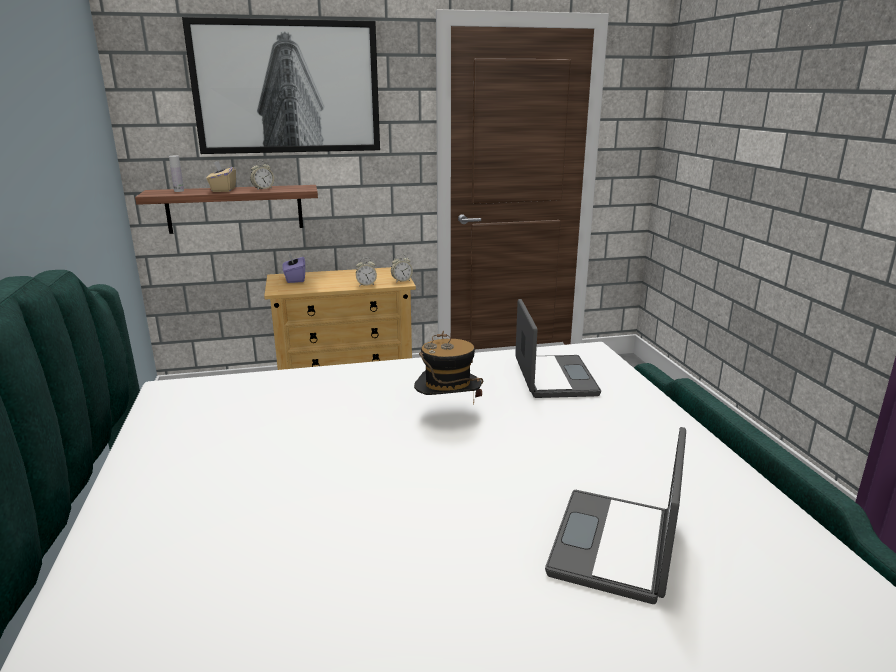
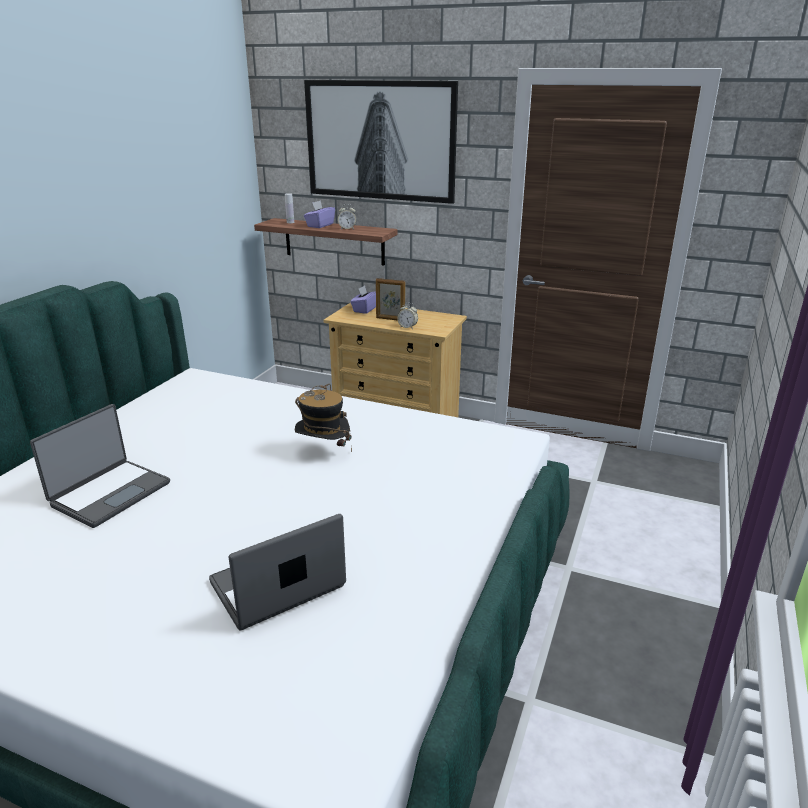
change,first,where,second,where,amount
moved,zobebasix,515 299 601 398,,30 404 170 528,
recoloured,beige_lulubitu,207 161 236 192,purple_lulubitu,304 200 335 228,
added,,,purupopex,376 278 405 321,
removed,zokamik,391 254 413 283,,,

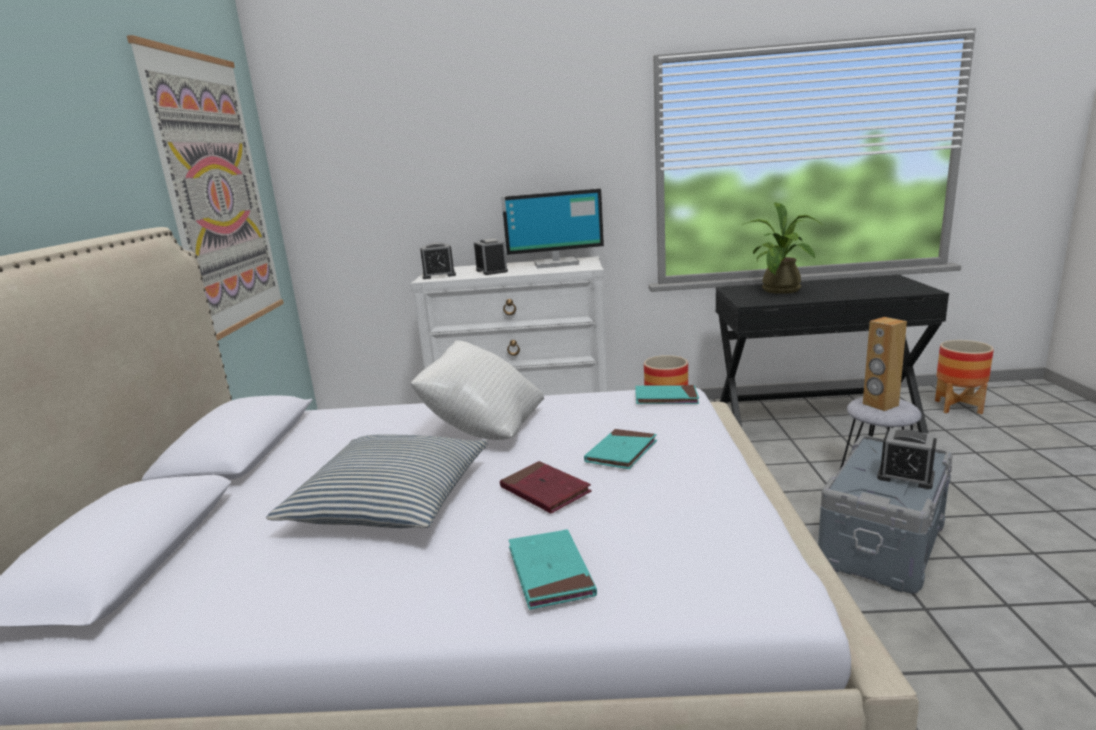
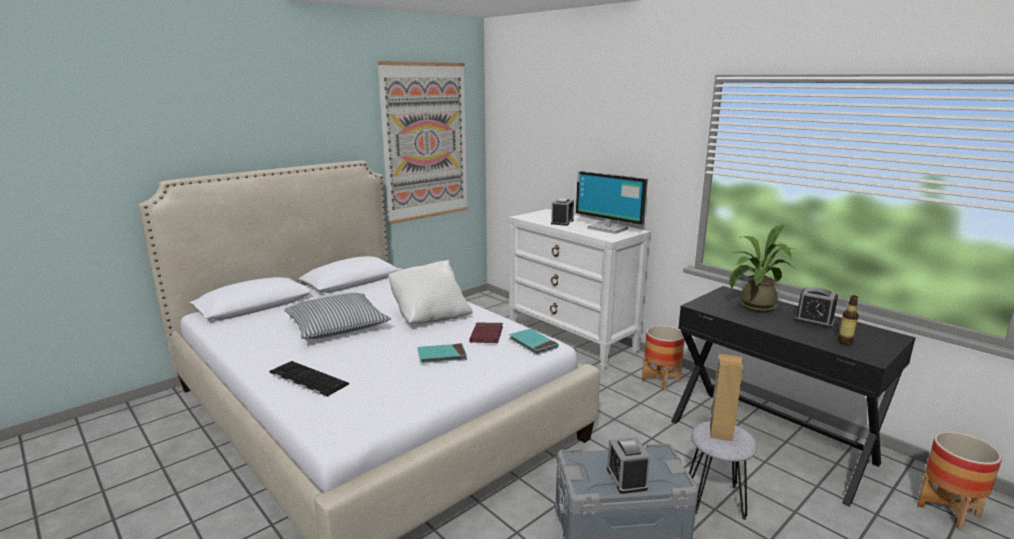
change,first,where,second,where,amount
replaced,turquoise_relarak,509 529 597 610,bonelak,269 361 349 397,
moved,red_relarak,500 461 592 513,,469 323 503 343,
moved,zokamik,420 242 456 279,,794 287 838 329,
added,,,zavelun,838 295 859 345,

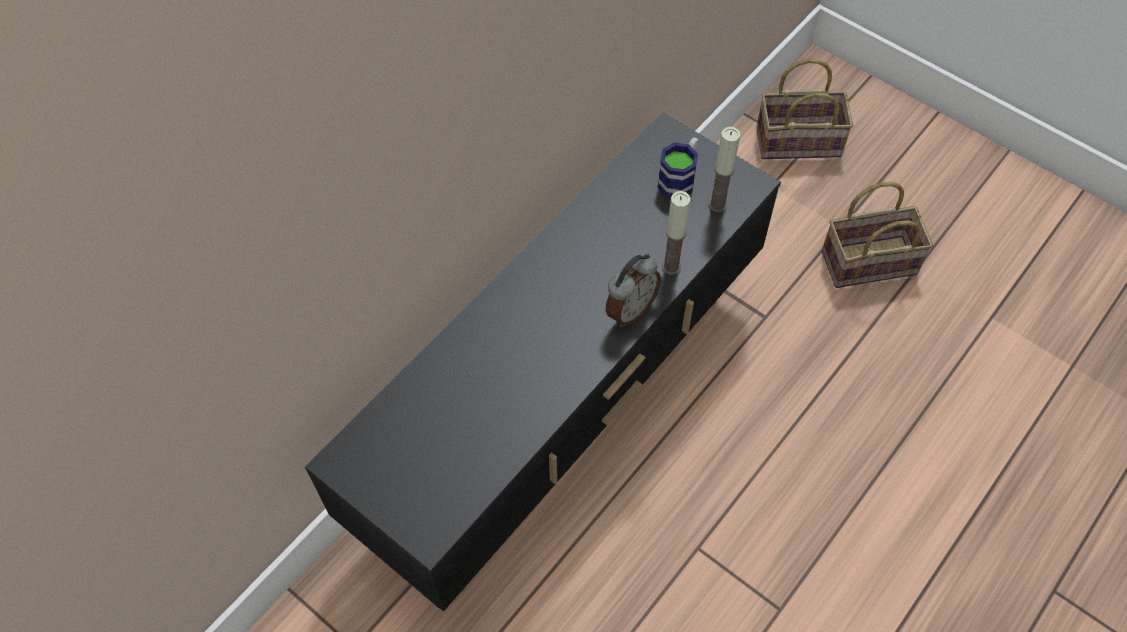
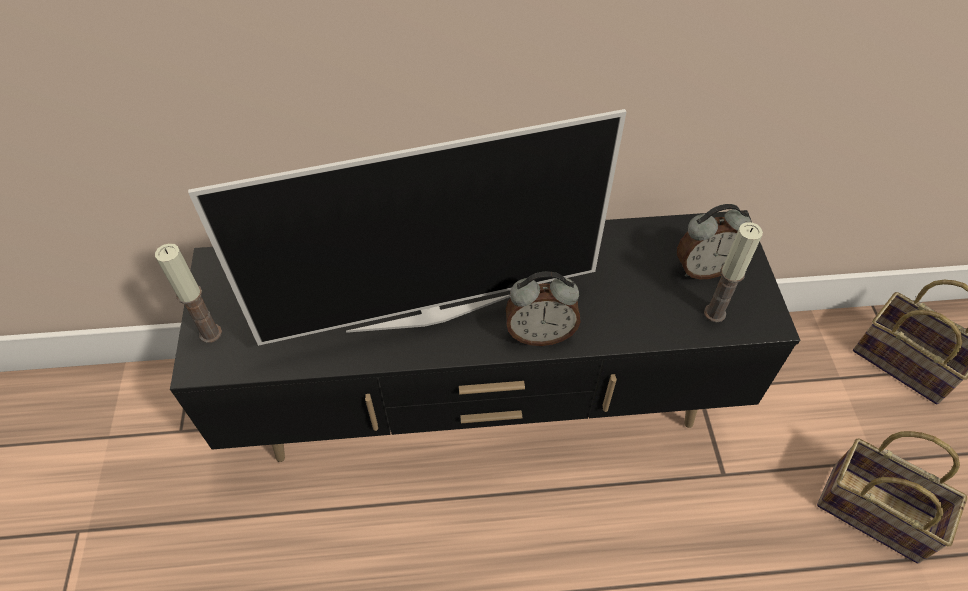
change,first,where,second,where,amount
moved,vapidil,662 191 691 275,,155 243 222 343,
added,,,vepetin,188 109 627 346,
replaced,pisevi,657 137 699 198,zokamik,677 204 751 279,

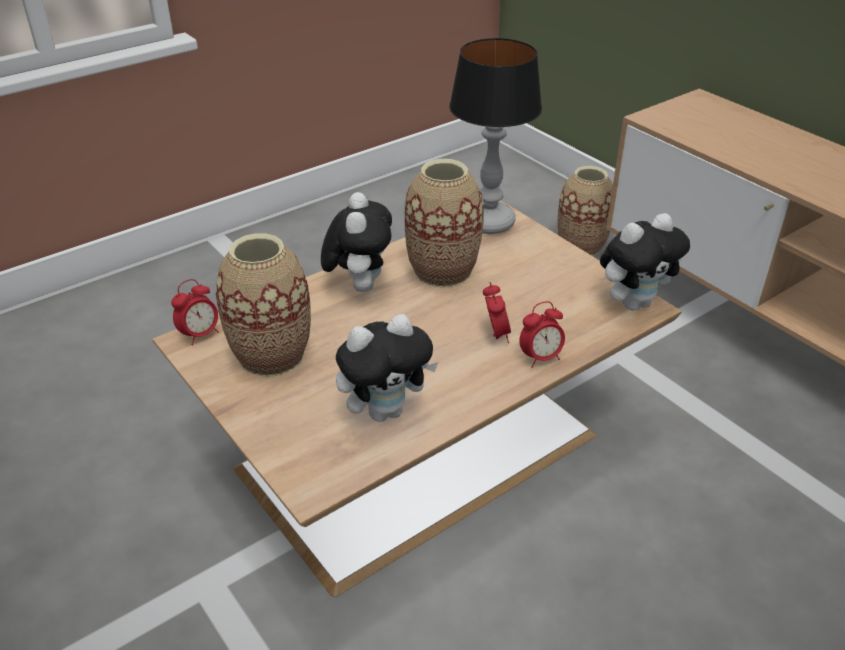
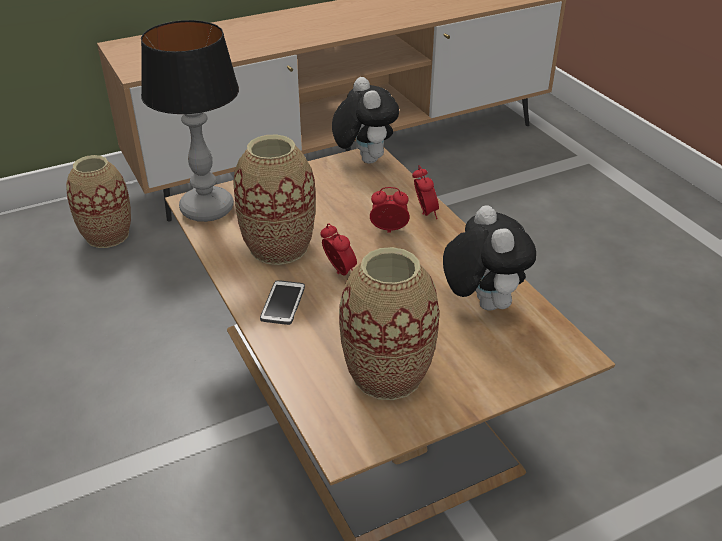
change,first,where,second,where,amount
replaced,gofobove,321 192 392 292,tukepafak,260 280 305 325,
moved,zokamik,171 279 219 345,,320 223 357 275,

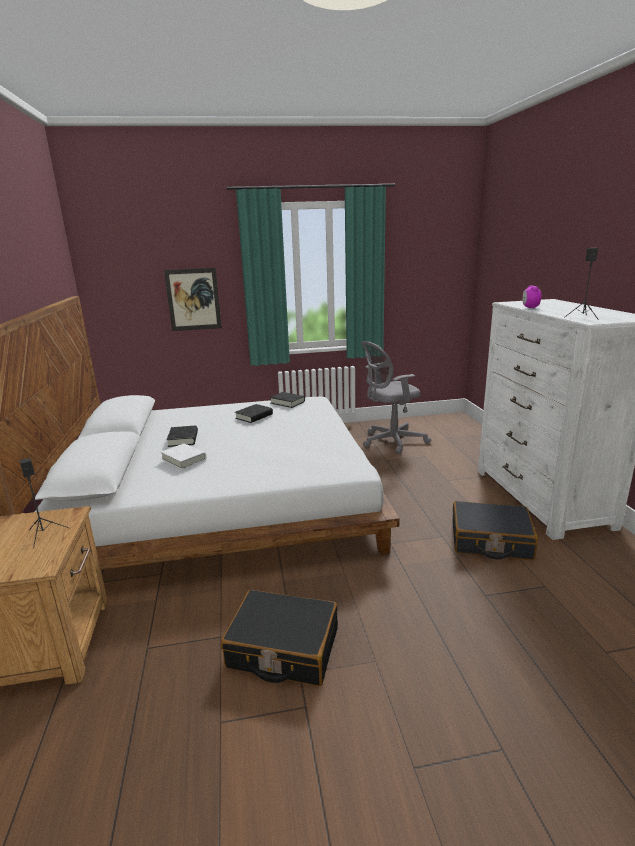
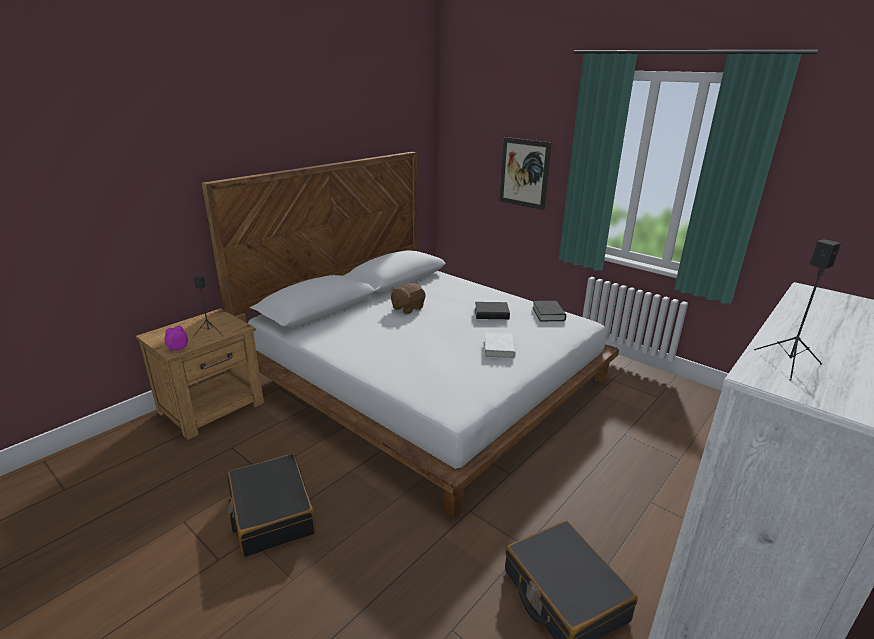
change,first,where,second,where,amount
moved,zokamik,522 285 541 309,,164 326 188 351,
replaced,black_relarak,167 426 198 447,brown_gofobove,391 283 425 314,
moved,white_relarak,161 443 206 470,,484 332 516 359,
removed,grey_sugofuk,361 341 431 454,,,

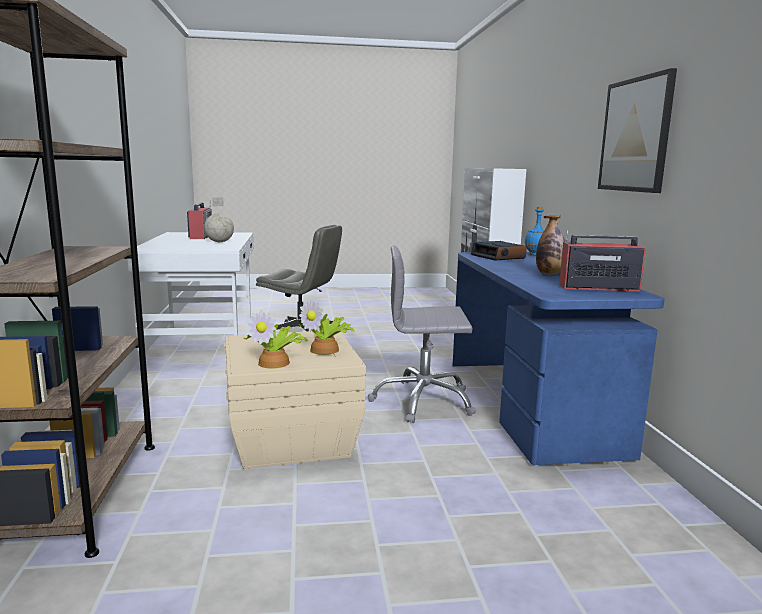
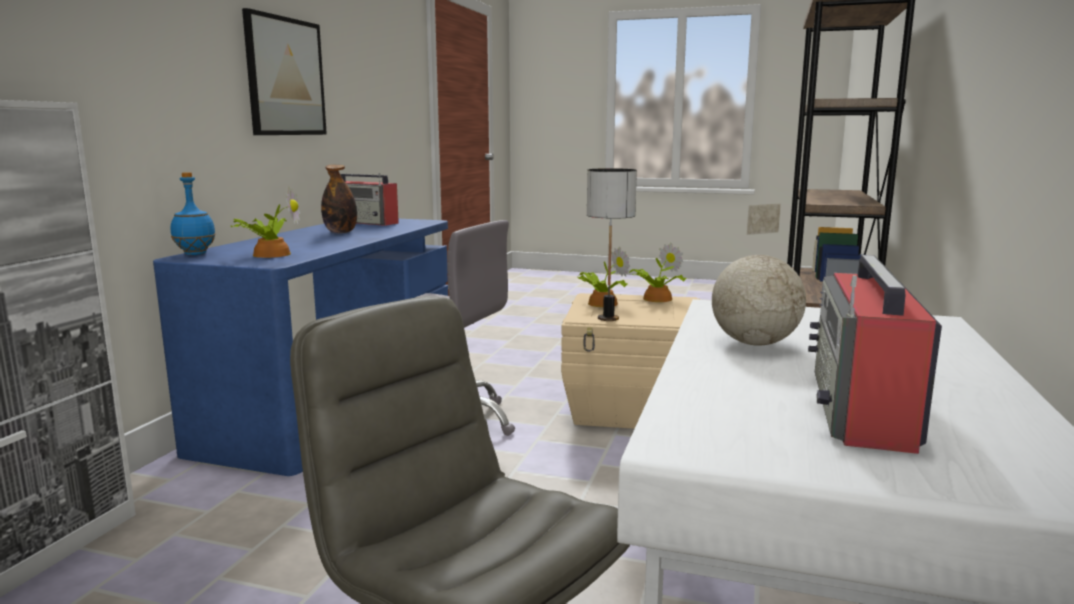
change,first,where,second,where,amount
replaced,zokamik,471 241 527 261,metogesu,230 187 300 258,
added,,,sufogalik,587 168 637 321,

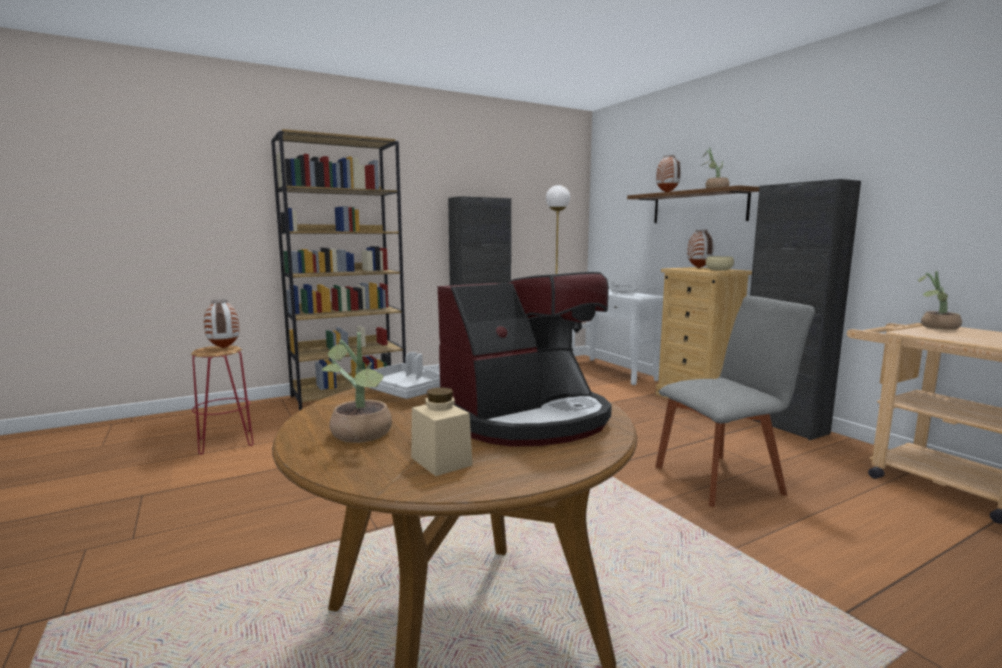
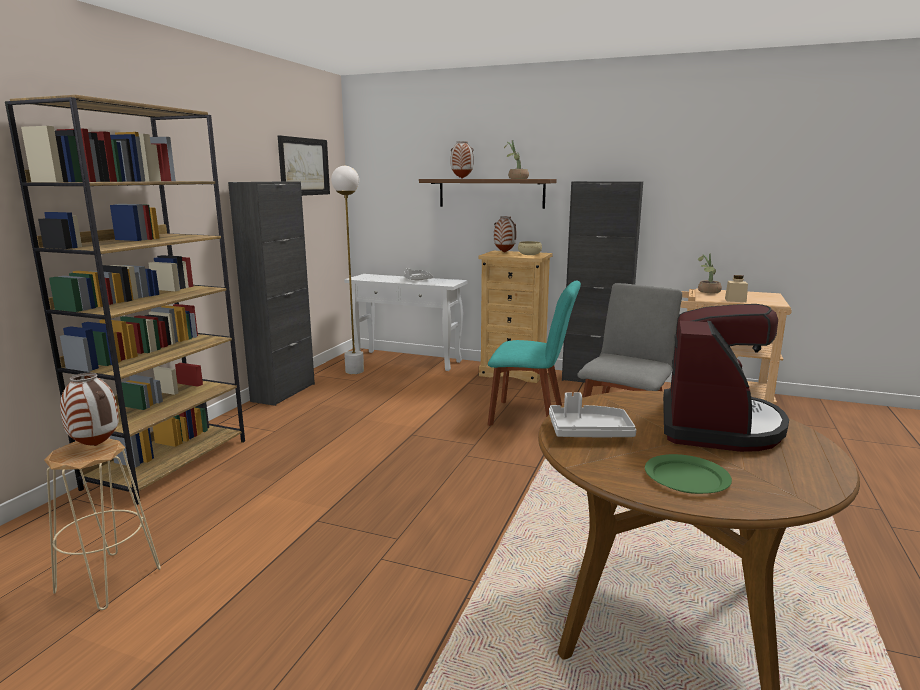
change,first,where,second,where,amount
recoloured,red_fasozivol,191 346 253 455,beige_fasozivol,44 438 161 610,
added,,,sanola,278 135 330 196,
added,,,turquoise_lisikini,488 280 581 426,
replaced,metogesu,322 333 392 443,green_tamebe,645 454 732 494,
moved,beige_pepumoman,411 387 473 476,,725 275 748 302,

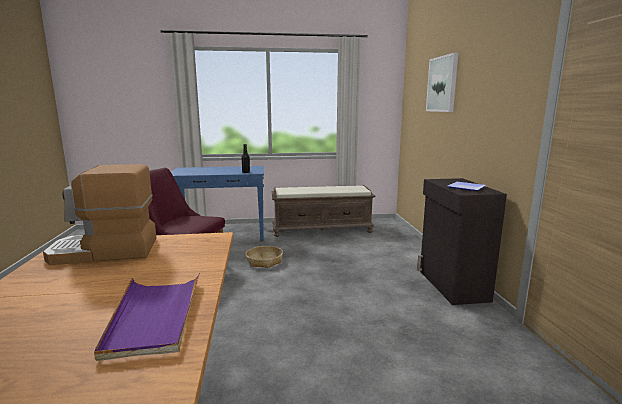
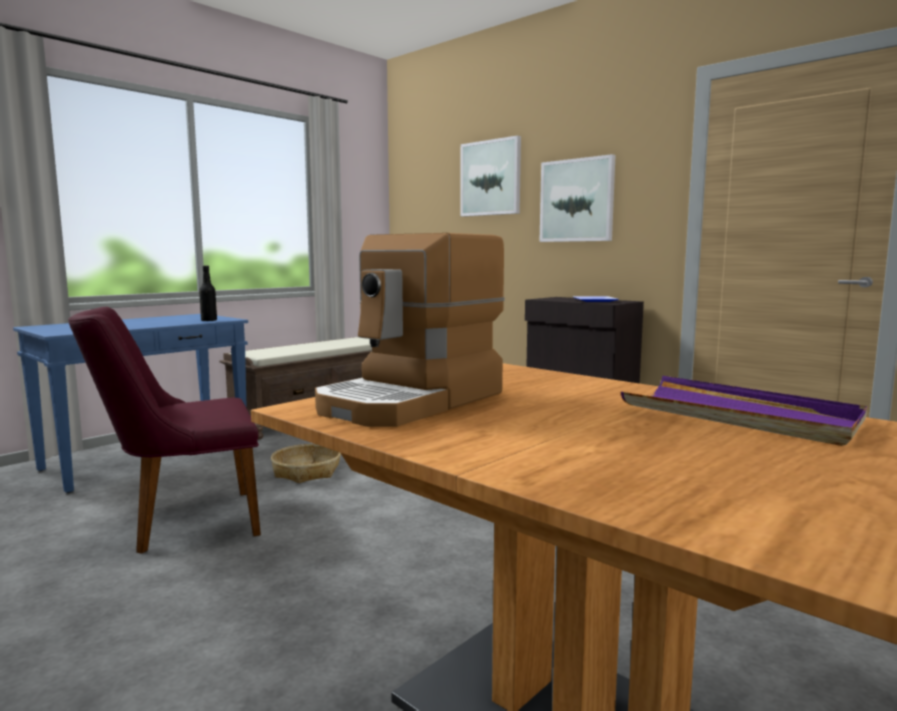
change,first,where,second,where,amount
added,,,sanola,539 154 616 242,

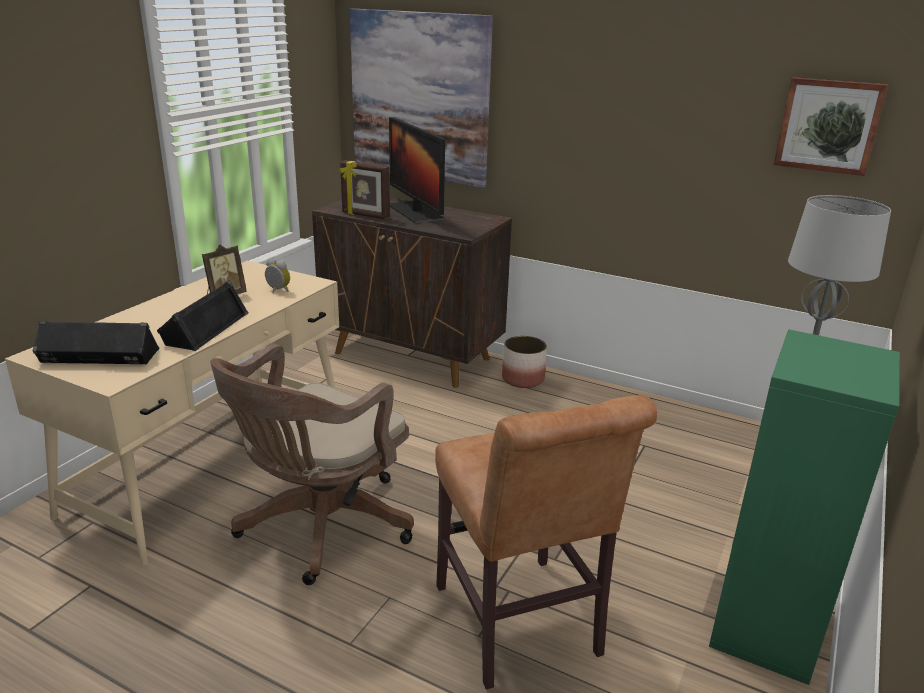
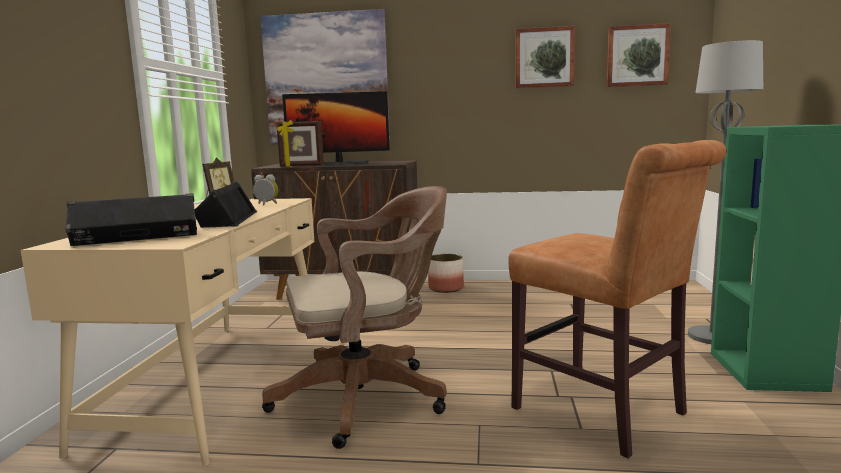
change,first,where,second,where,amount
turned,brown_sugofuk,210 344 414 585,,262 186 447 449,120 degrees counterclockwise
turned,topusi,389 117 445 223,,282 91 390 165,45 degrees counterclockwise
added,,,sanola,516 26 575 88,

